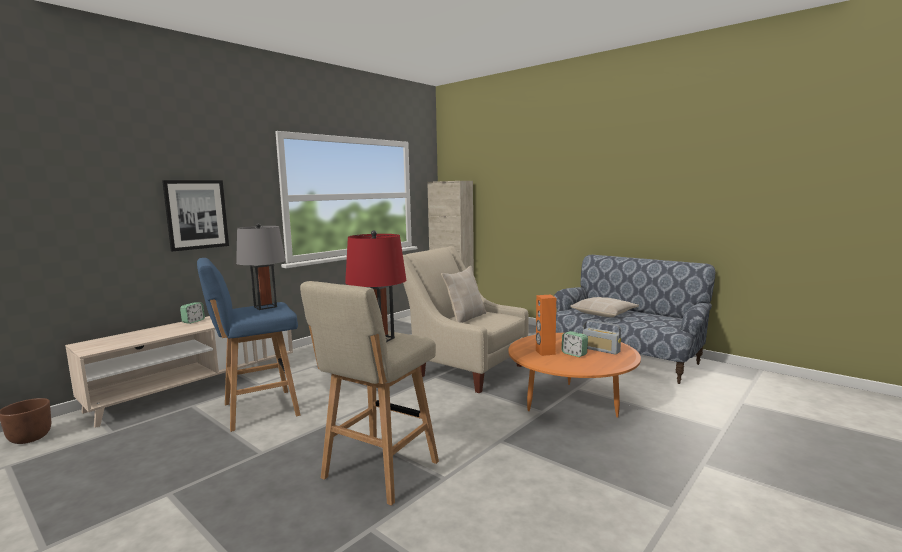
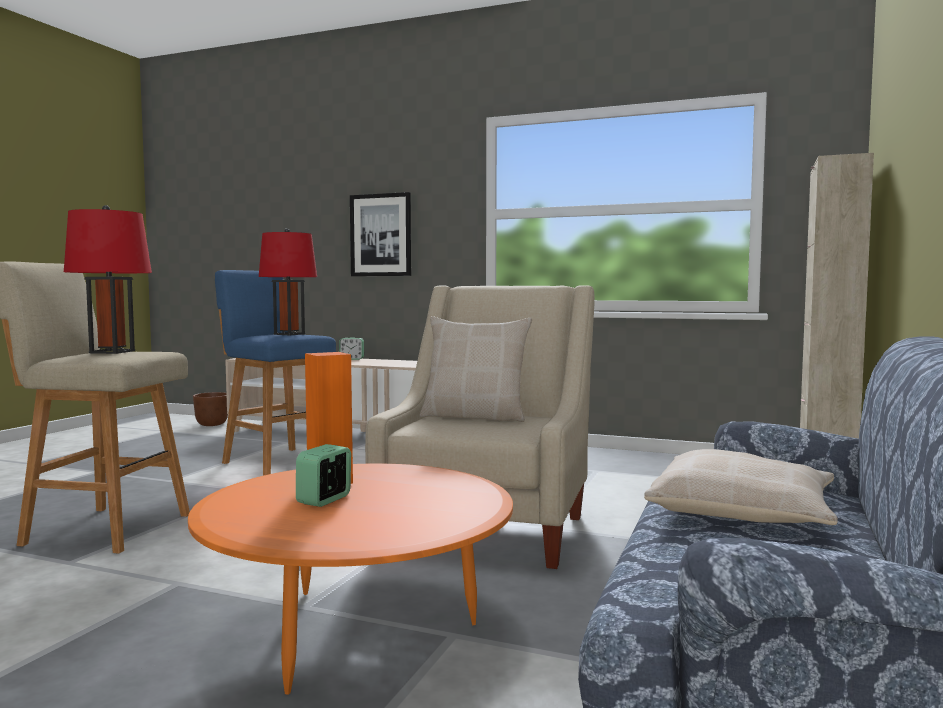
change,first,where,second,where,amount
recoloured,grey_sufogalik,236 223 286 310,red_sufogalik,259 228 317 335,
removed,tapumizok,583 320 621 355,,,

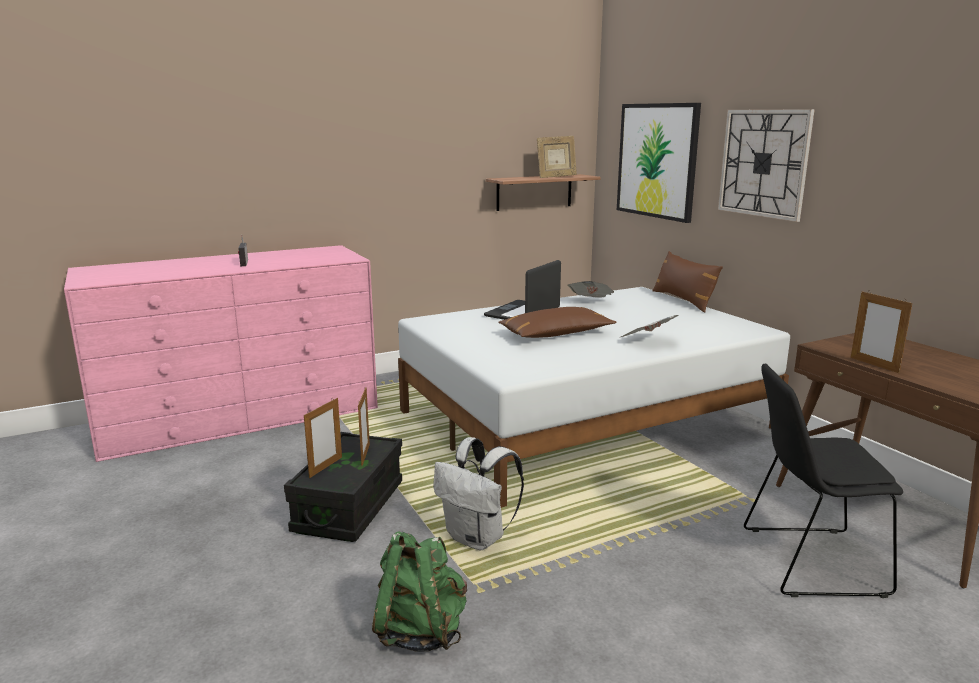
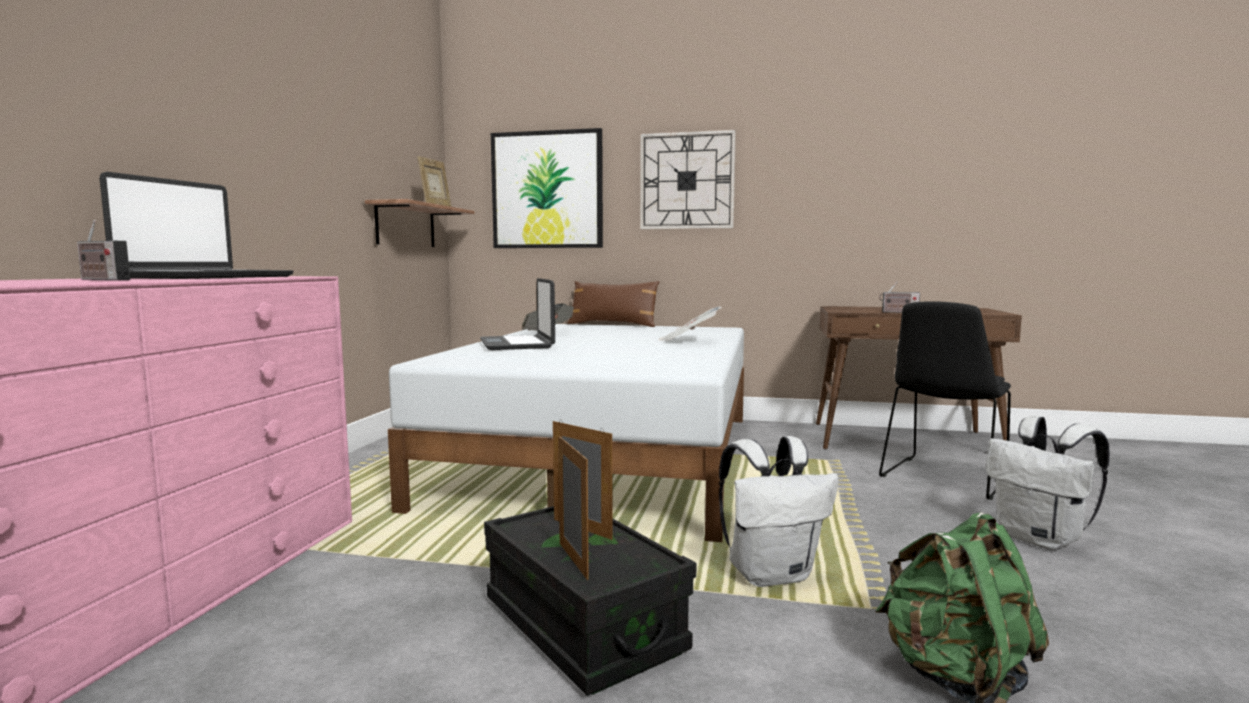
change,first,where,second,where,amount
added,,,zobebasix,99 172 294 279,
replaced,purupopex,851 291 912 373,tapumizok,879 282 920 313,
added,,,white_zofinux,985 416 1110 550,
removed,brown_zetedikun,499 307 617 338,,,

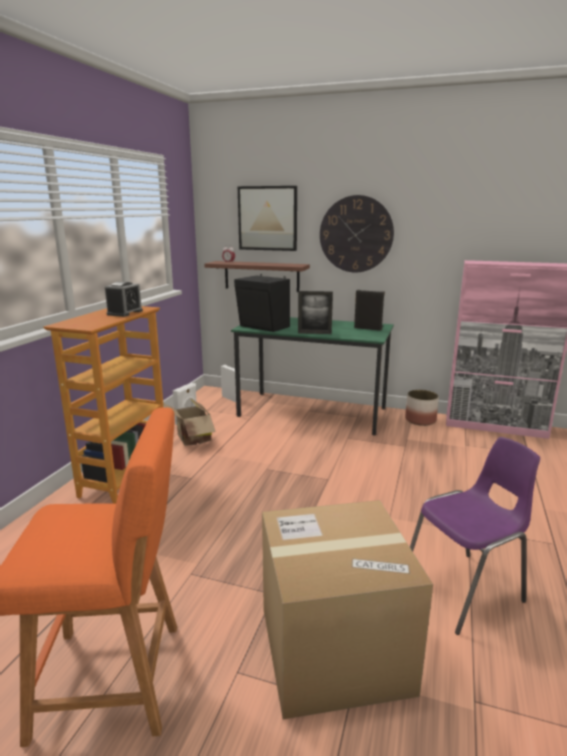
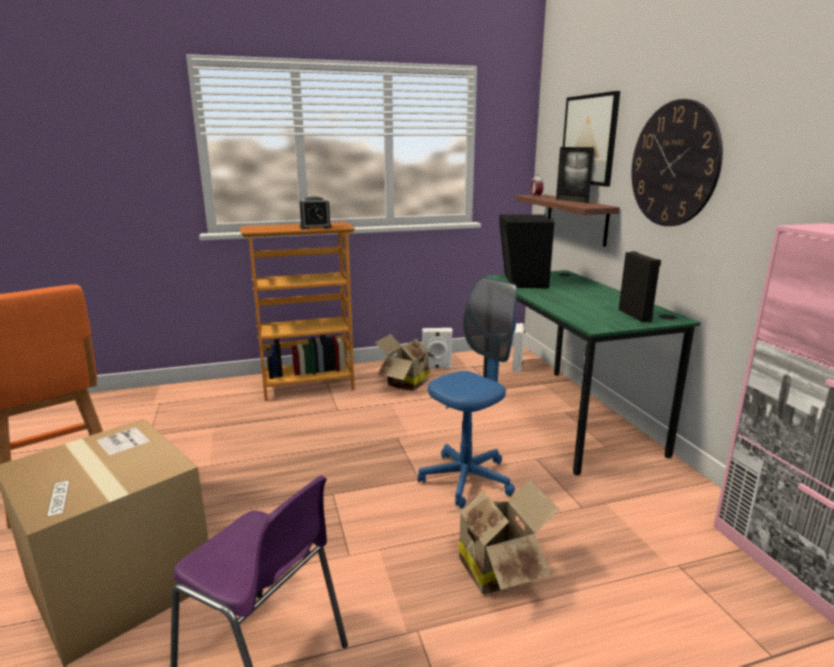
change,first,where,second,where,amount
added,,,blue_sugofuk,418 277 517 508,
added,,,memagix,450 480 559 595,
moved,purupopex,298 291 333 334,,556 147 594 203,
removed,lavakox,405 390 439 426,,,

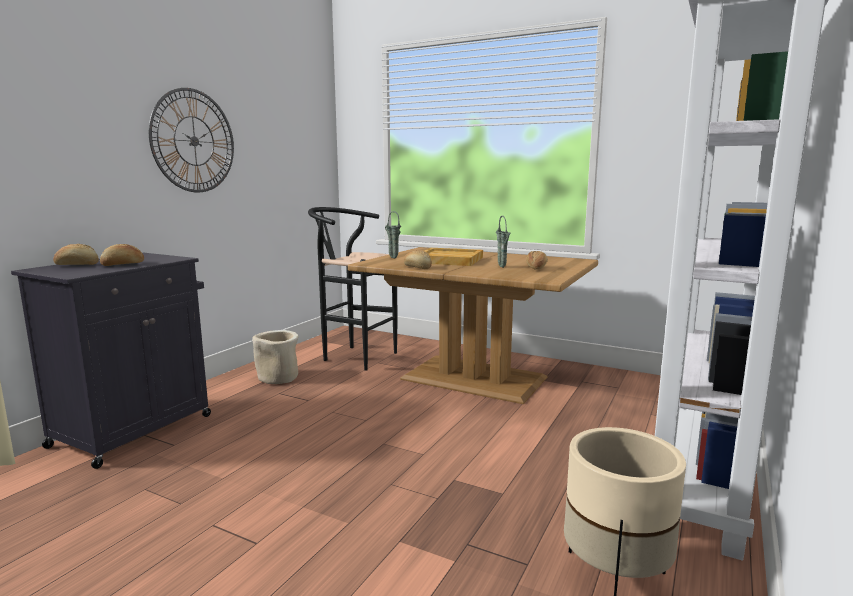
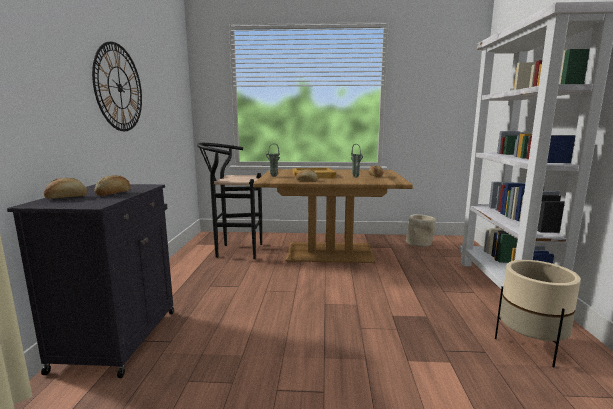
change,first,where,second,where,amount
moved,beige_lavakox,252 330 298 384,,406 214 436 247,

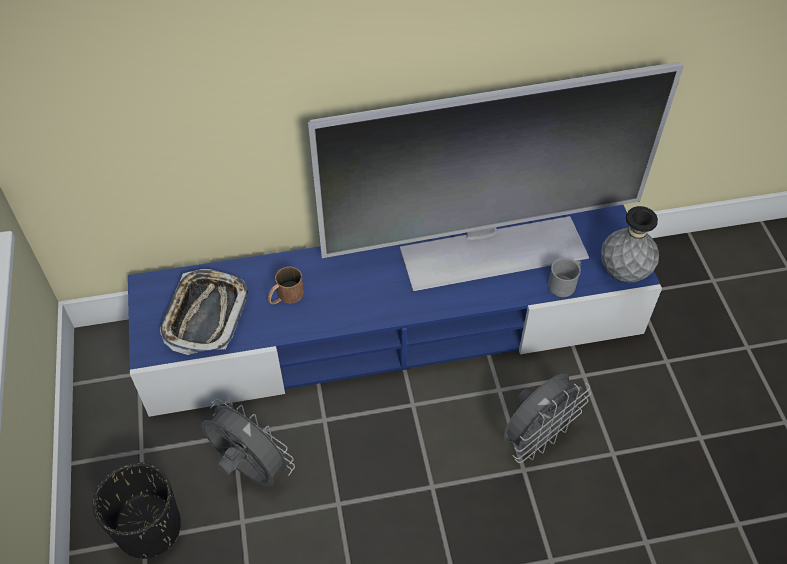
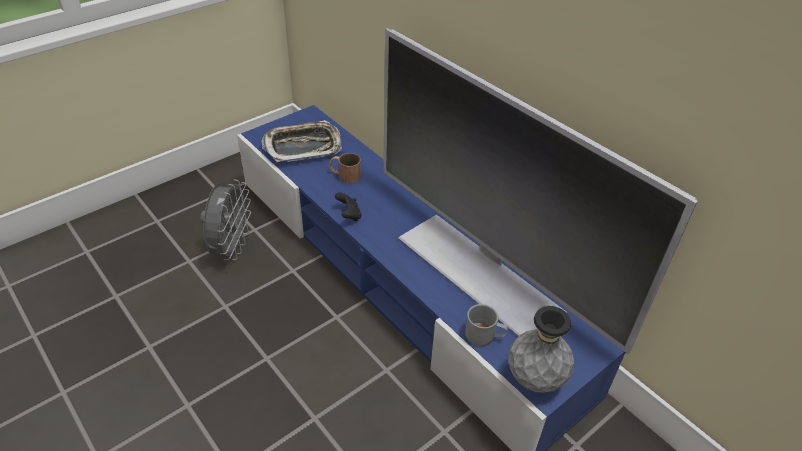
change,first,where,second,where,amount
added,,,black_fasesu,335 192 362 221,
removed,black_lavakox,93 462 181 559,,,
removed,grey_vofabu,503 373 591 463,,,

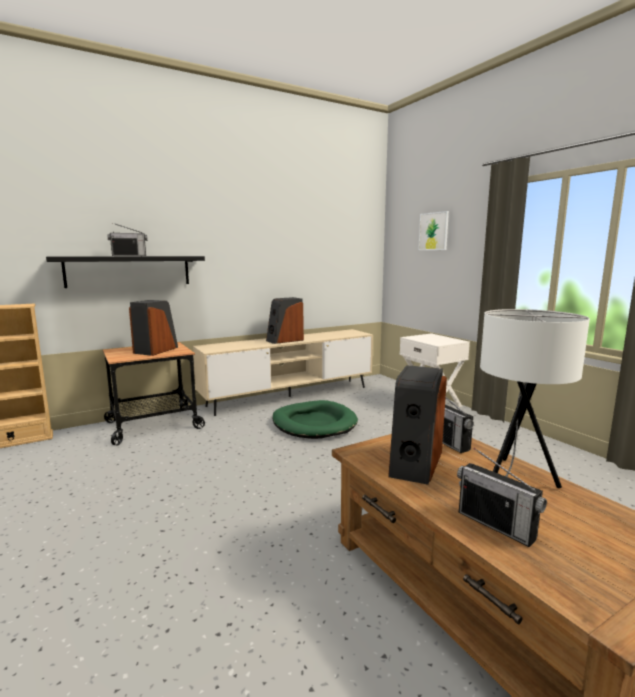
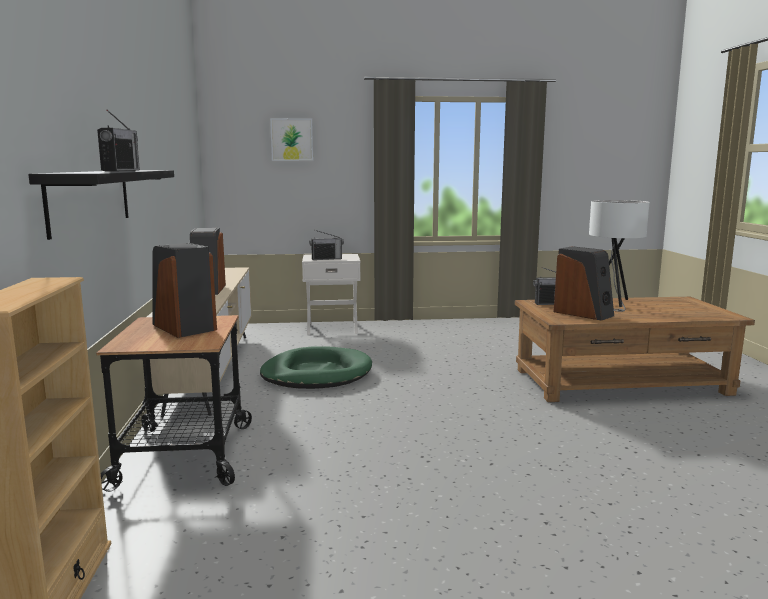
change,first,where,second,where,amount
moved,tapumizok,457 448 547 547,,309 230 344 260,

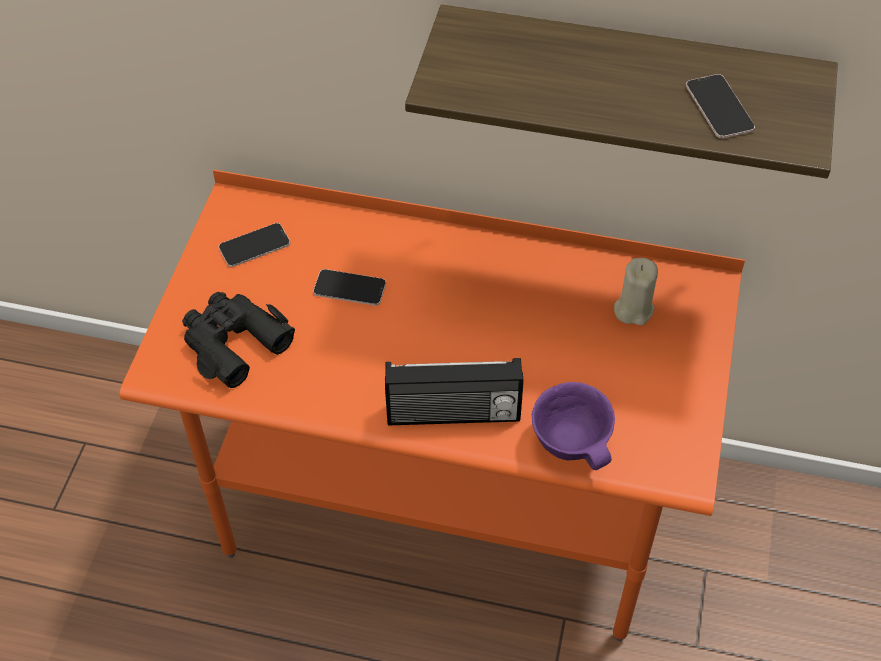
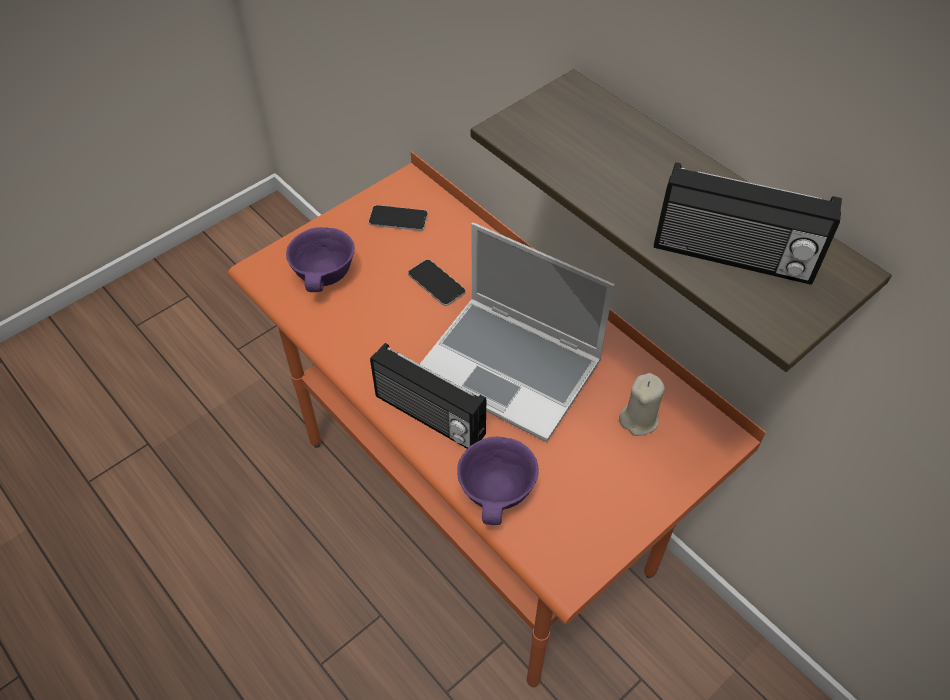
change,first,where,second,where,amount
replaced,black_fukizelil,182 292 295 388,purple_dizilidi,286 227 355 292,
added,,,zobebasix,420 223 614 442,
replaced,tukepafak,686 74 755 138,tapumizok,654 162 842 285,

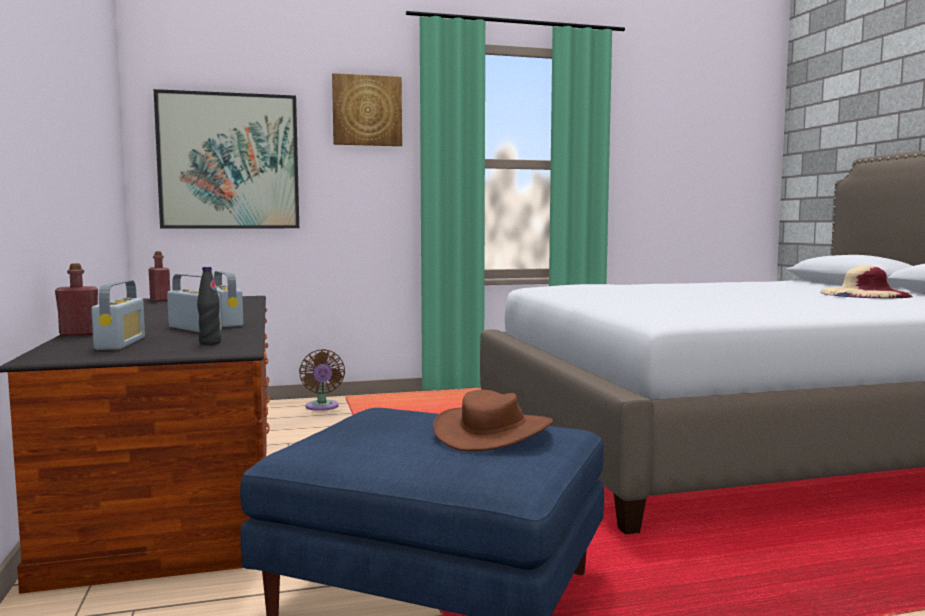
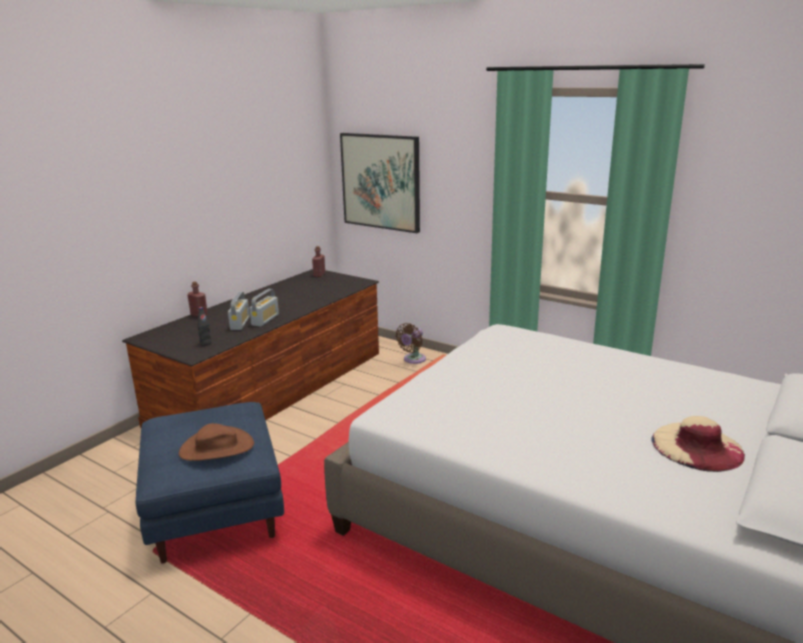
change,first,where,second,where,amount
removed,tapumizok,91 280 145 350,,,
removed,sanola,332 73 402 146,,,

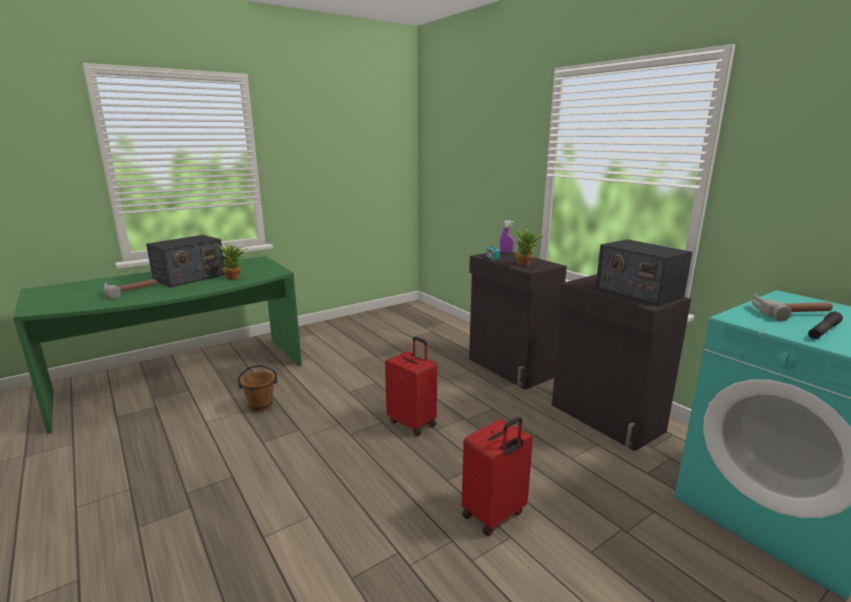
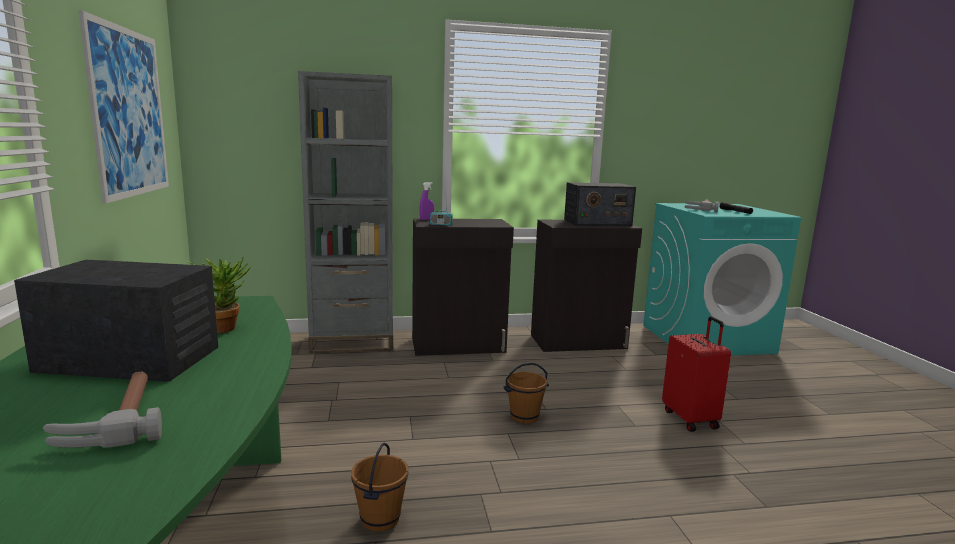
change,first,where,second,where,amount
turned,tapumizok,146 235 225 287,,14 260 218 382,60 degrees counterclockwise
added,,,sanola,79 10 169 204,
added,,,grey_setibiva,298 71 393 354,
replaced,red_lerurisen,385 337 437 436,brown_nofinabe,504 363 549 424,
removed,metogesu,516 229 541 266,,,

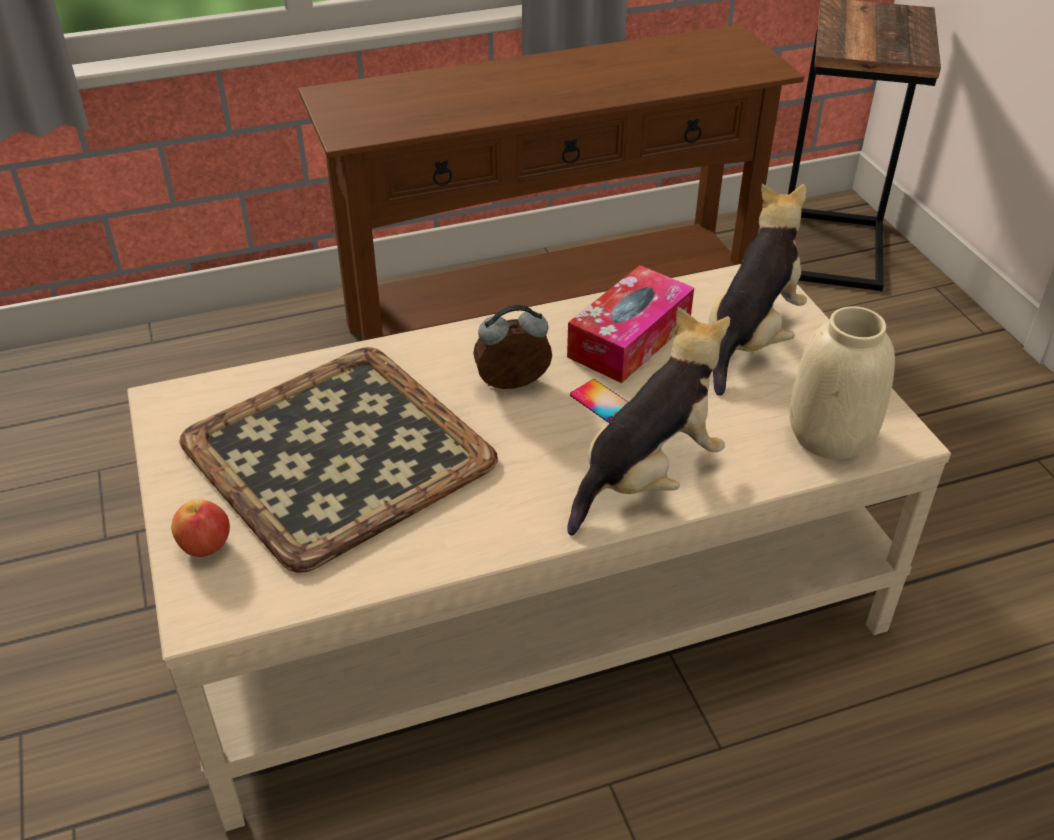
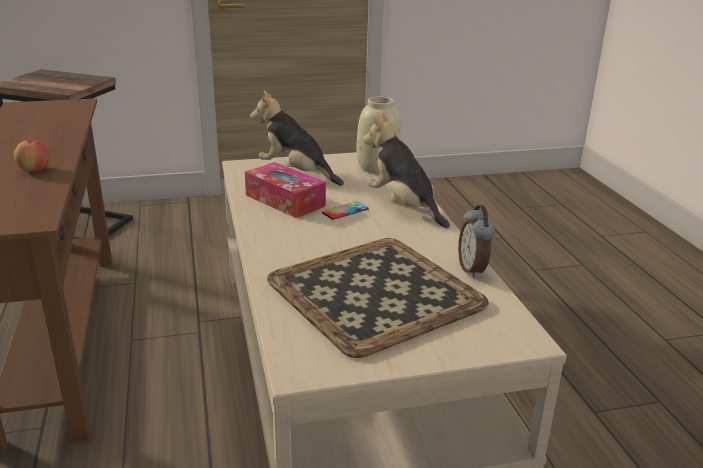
change,first,where,second,where,amount
moved,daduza,171 499 230 557,,14 138 50 171,
moved,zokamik,473 305 552 389,,458 205 495 278,

